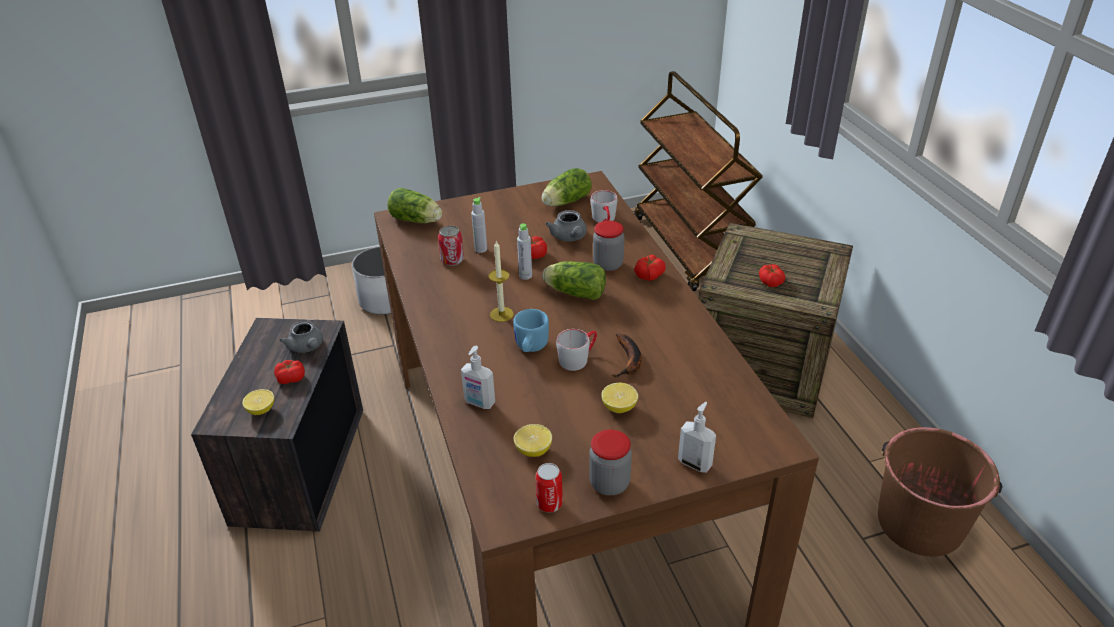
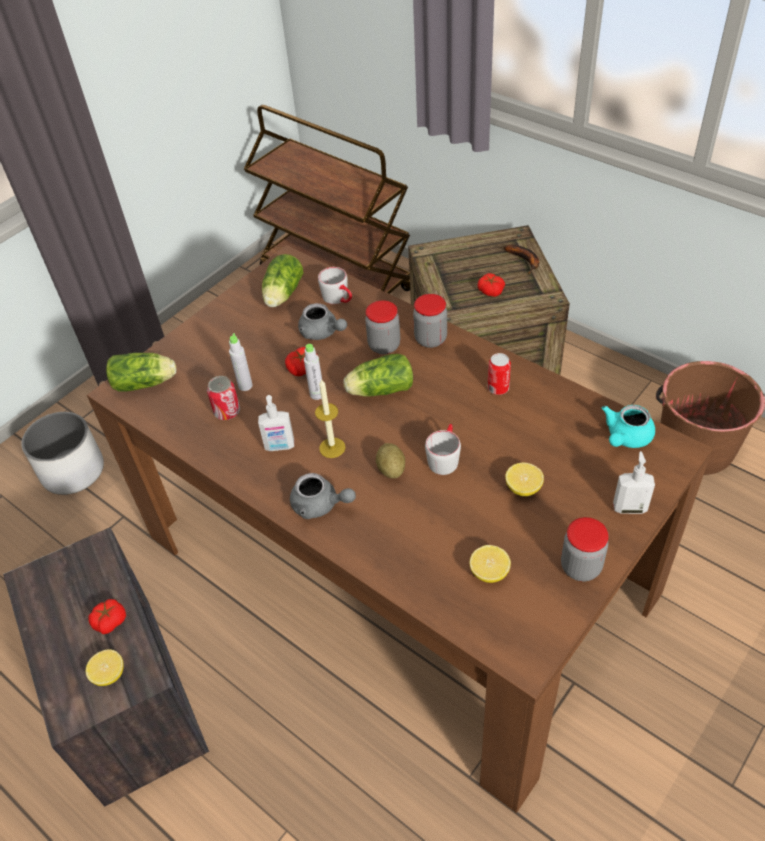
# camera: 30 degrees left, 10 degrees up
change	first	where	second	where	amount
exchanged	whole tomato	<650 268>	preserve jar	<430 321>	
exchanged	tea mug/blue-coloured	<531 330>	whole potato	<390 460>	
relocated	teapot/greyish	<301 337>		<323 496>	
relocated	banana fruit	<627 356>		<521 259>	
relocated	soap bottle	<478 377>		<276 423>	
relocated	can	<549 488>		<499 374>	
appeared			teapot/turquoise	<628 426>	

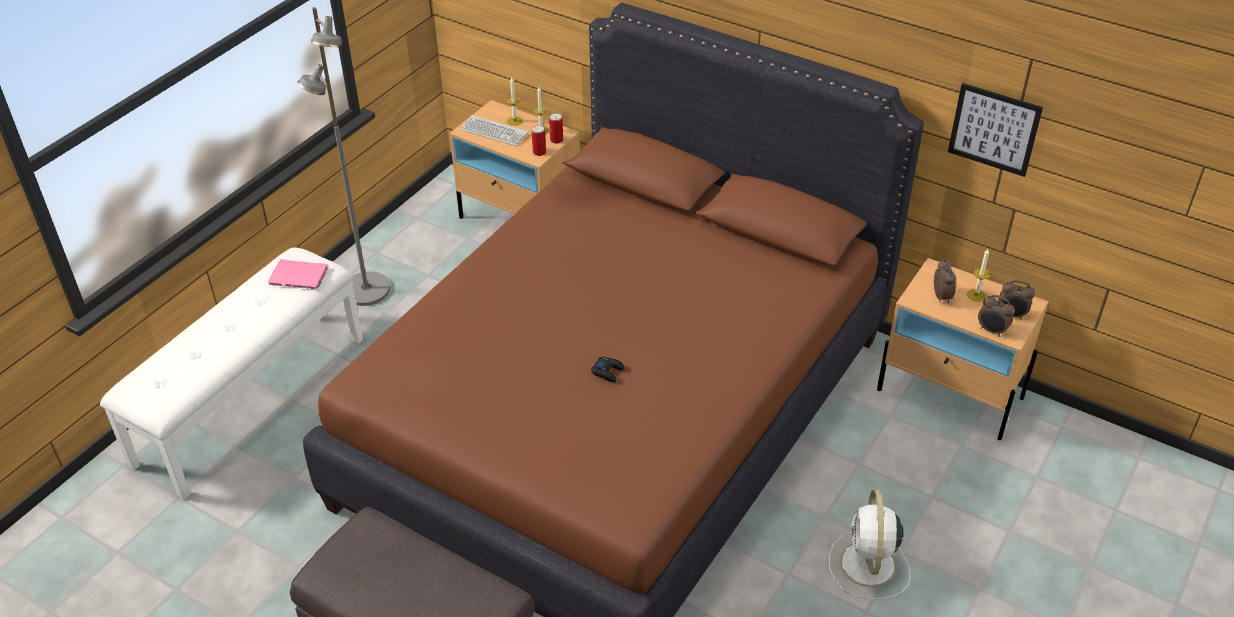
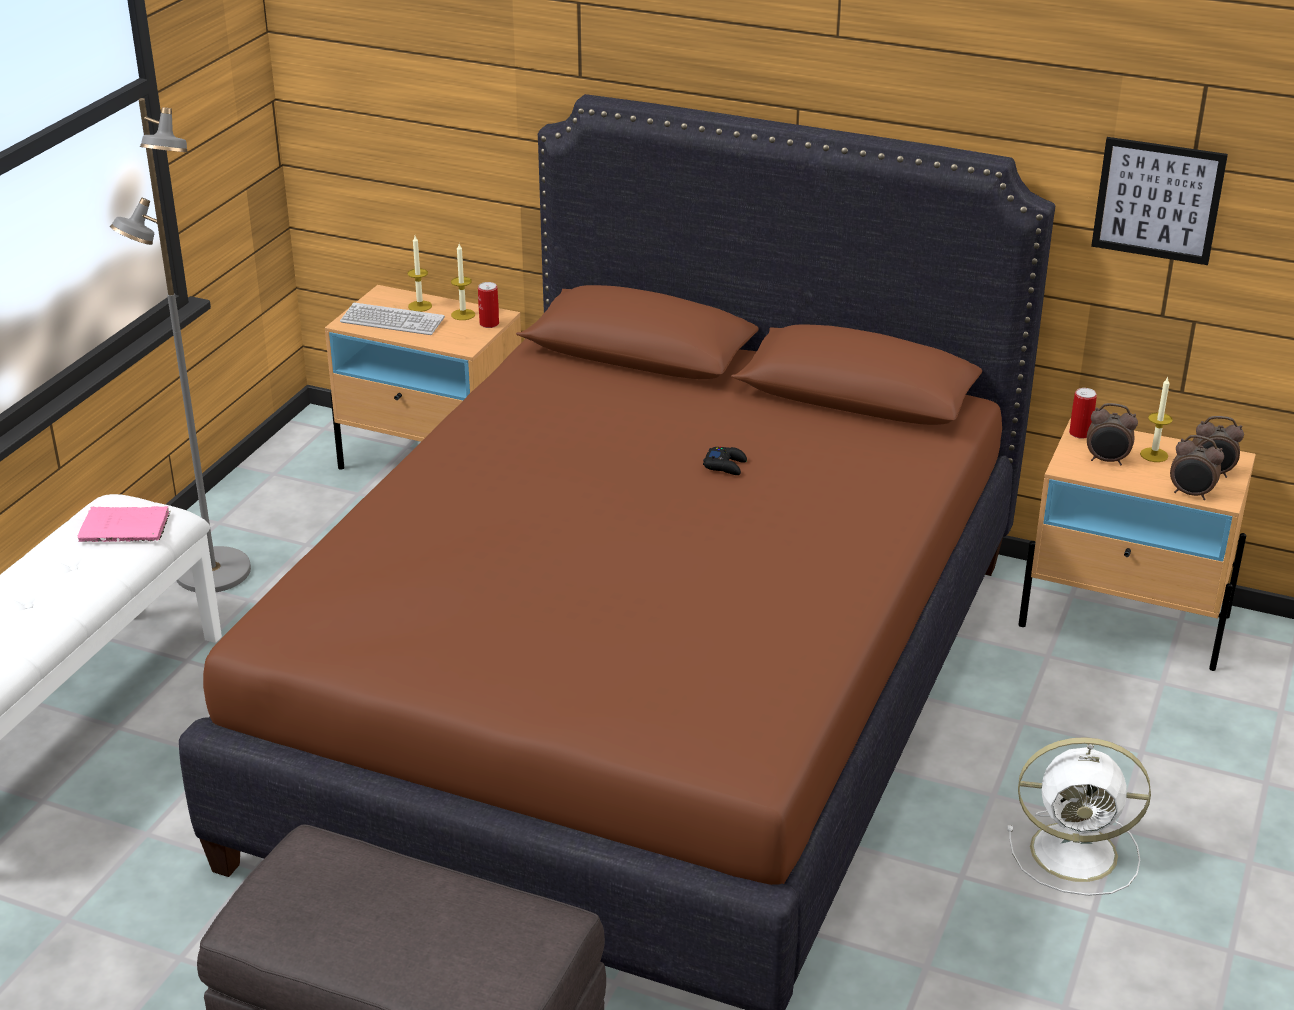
# camera: 10 degrees left, 10 degrees down
change	first	where	second	where	amount
relocated	can	<539 140>		<1083 413>	
spun	bedside clock	<945 281>		<1112 434>	120 degrees clockwise
relocated	joypad/blackish	<608 370>		<725 461>	
spun	electric fan/whitish	<870 544>		<1079 816>	75 degrees counterclockwise

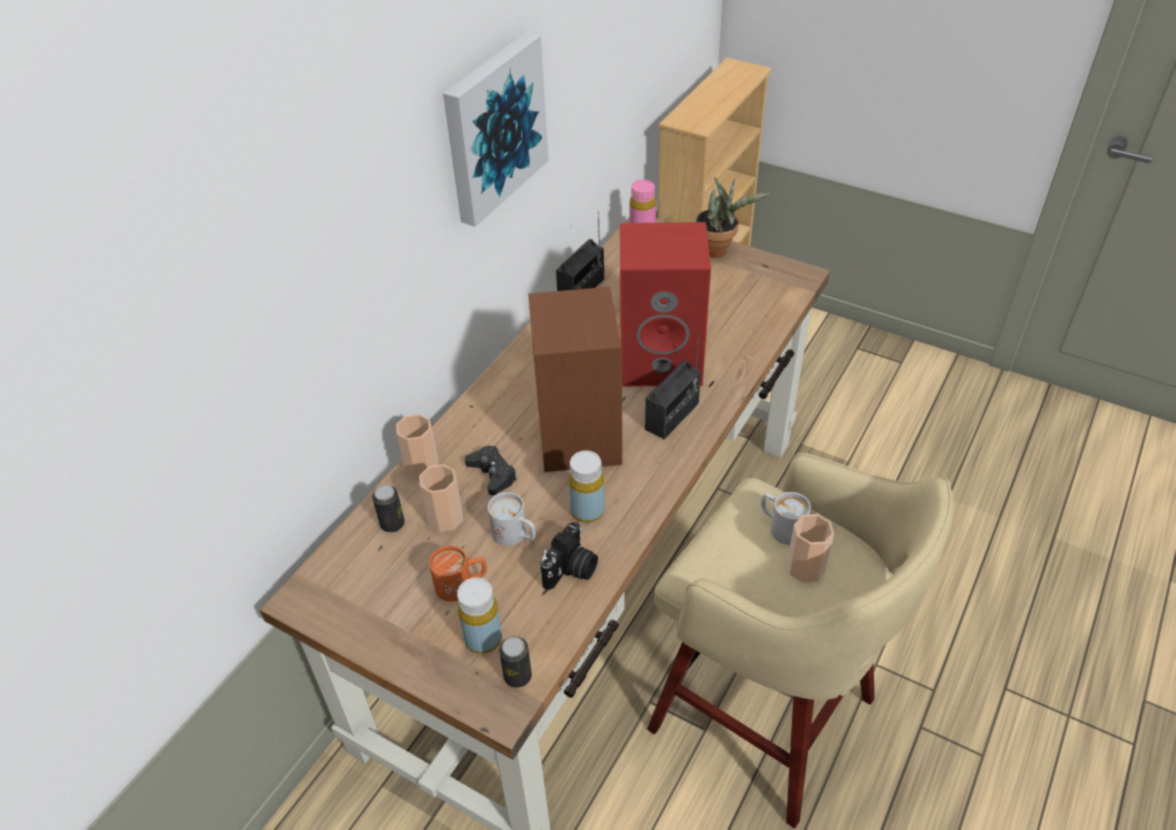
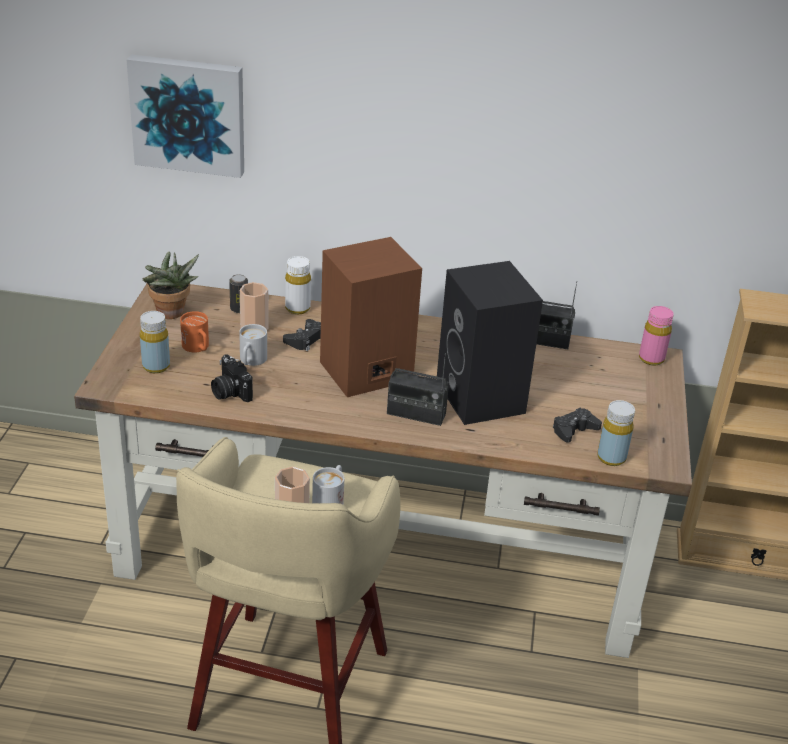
# camera: 65 degrees right, 10 degrees down
change	first	where	second	where	amount
relocated	wall picture	<496 129>		<185 116>	
relocated	potted plant	<732 218>		<170 285>	
colour	speaker/red-coloured	<665 304>	speaker/blackish	<490 343>	
exchanged	drinking cup	<417 446>	drink bottle/whitish	<298 285>	
relocated	drink bottle/yellow-coloured	<587 487>		<616 433>	
spun	photo camera	<569 556>		<232 378>	45 degrees clockwise
missing	can	<515 662>			
appeared			joypad/blackish	<577 425>	

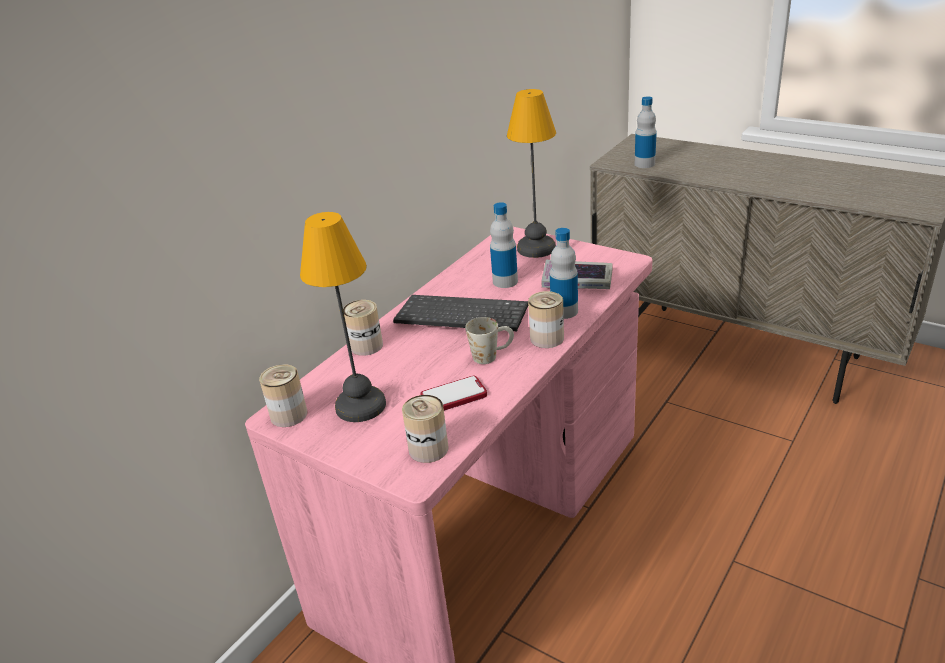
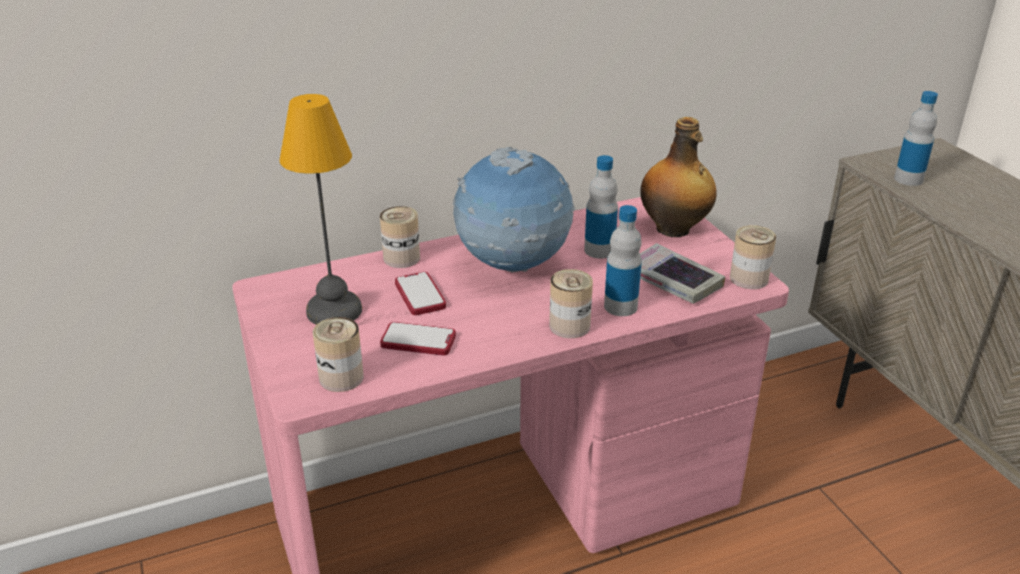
# camera: 30 degrees right, 0 degrees up
change	first	where	second	where	amount
exchanged	tabletop lamp	<531 173>	drink bottle	<678 177>	
exchanged	PC keyboard	<460 313>	globe	<514 210>	
missing	tea mug/whitish	<489 340>			
relocated	can	<283 395>		<753 257>	
appeared			handset	<420 293>	

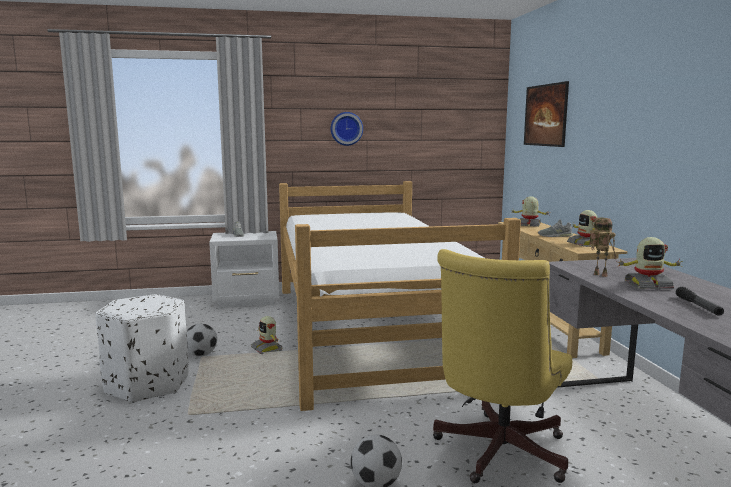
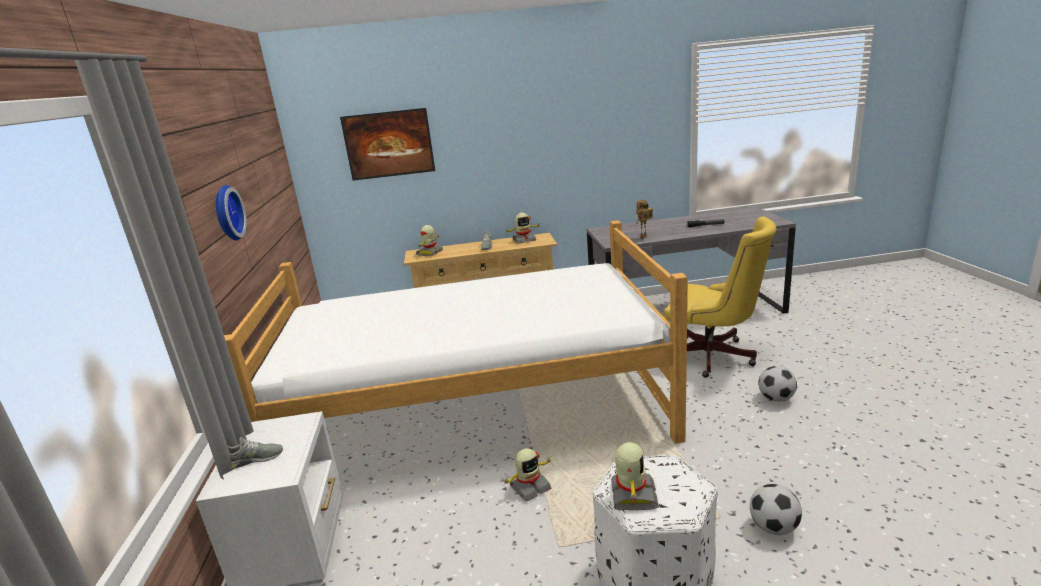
# camera: 85 degrees left, 10 degrees up
change	first	where	second	where	amount
relocated	model robot	<650 263>		<635 476>	
relocated	football ball	<202 340>		<776 509>	

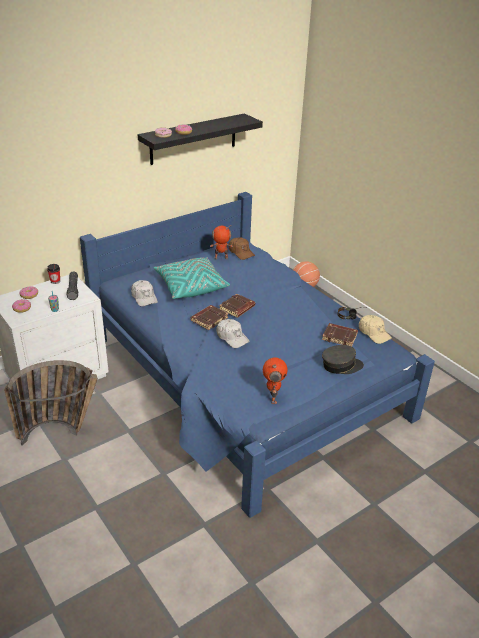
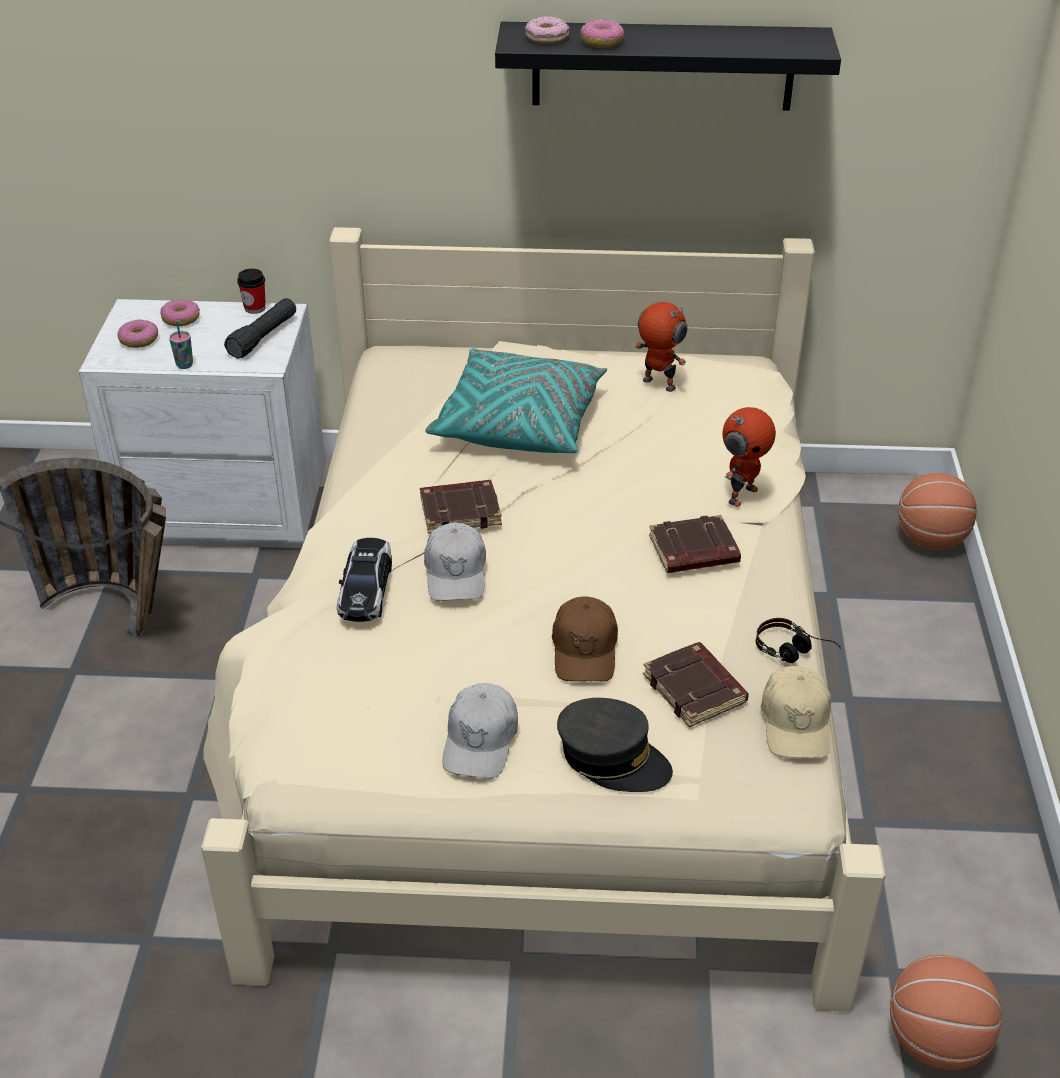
# camera: 40 degrees right, 5 degrees up
change	first	where	second	where	amount
colour	bed/blue-coloured	<257 355>	bed/beige-coloured	<543 619>	
relocated	baseball cap/brown-coloured	<242 248>		<585 639>	
relocated	baseball cap/whitish	<144 293>		<480 731>	
relocated	book/brown-coloured	<237 306>		<695 544>	
relocated	model robot	<275 380>		<749 457>	
appeared			toy car	<364 580>	
appeared			basketball	<946 1012>	

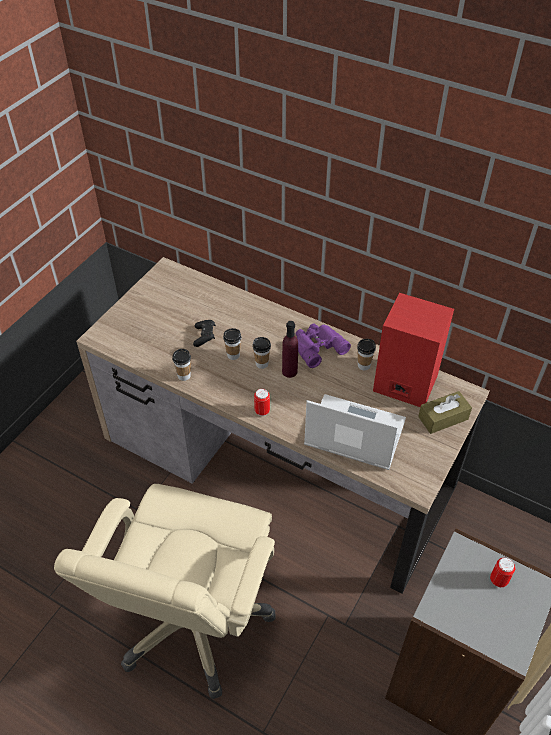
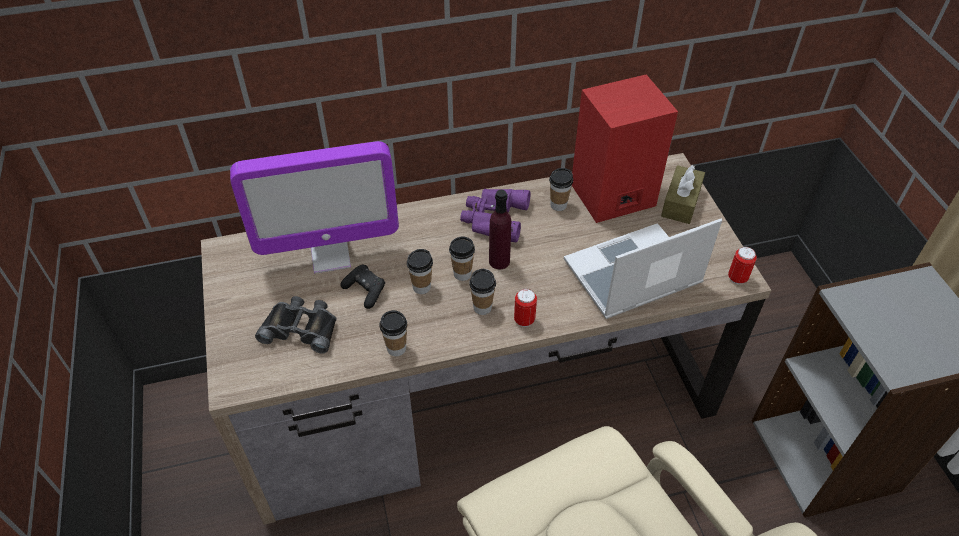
# camera: 45 degrees left, 0 degrees up
change	first	where	second	where	amount
relocated	can	<502 572>		<742 265>	
appeared			computer screen	<314 207>	
appeared			drinking cup	<482 292>	
appeared			binoculars/blackish	<296 325>	

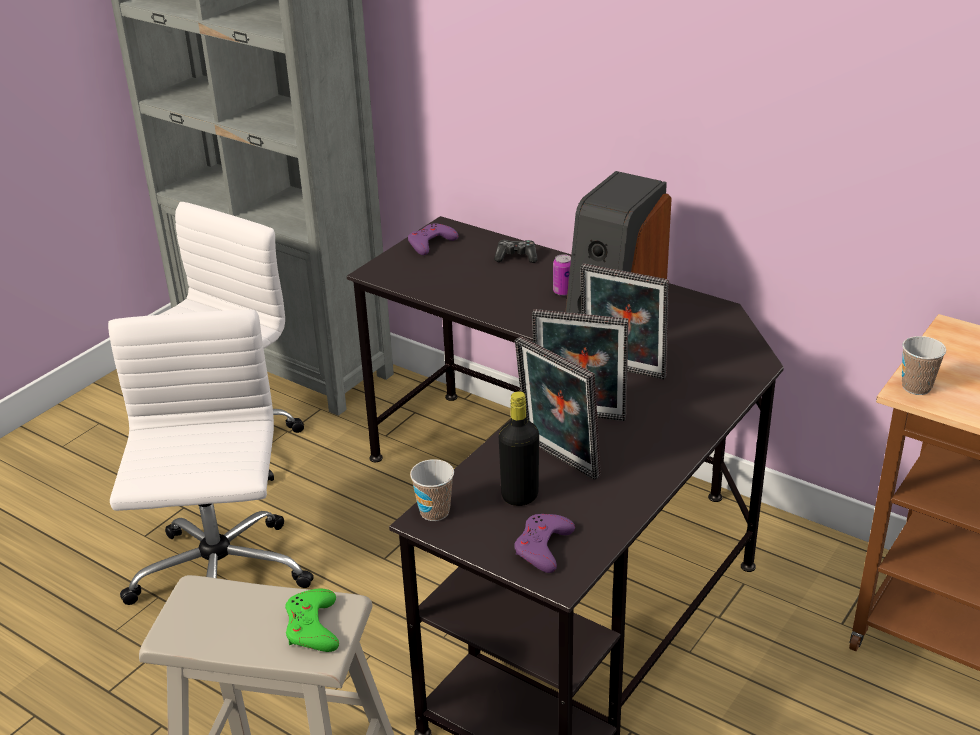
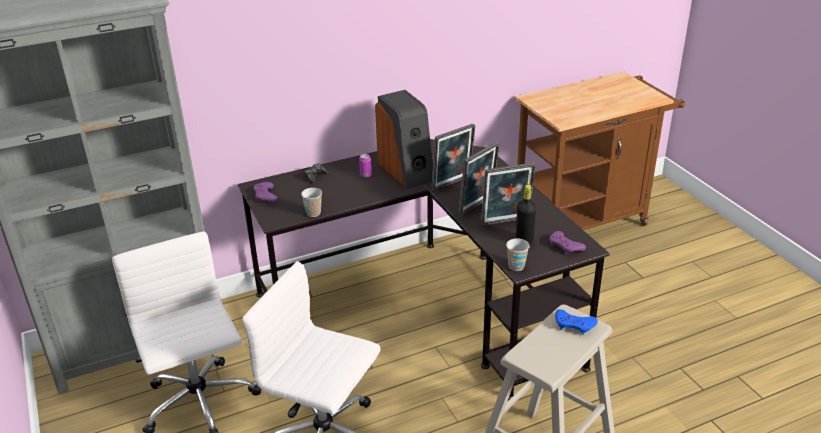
# camera: 60 degrees left, 0 degrees up
change	first	where	second	where	amount
relocated	drinking cup	<924 365>		<311 202>	
colour	joypad/green-coloured	<312 620>	joypad/blue-coloured	<576 322>	

